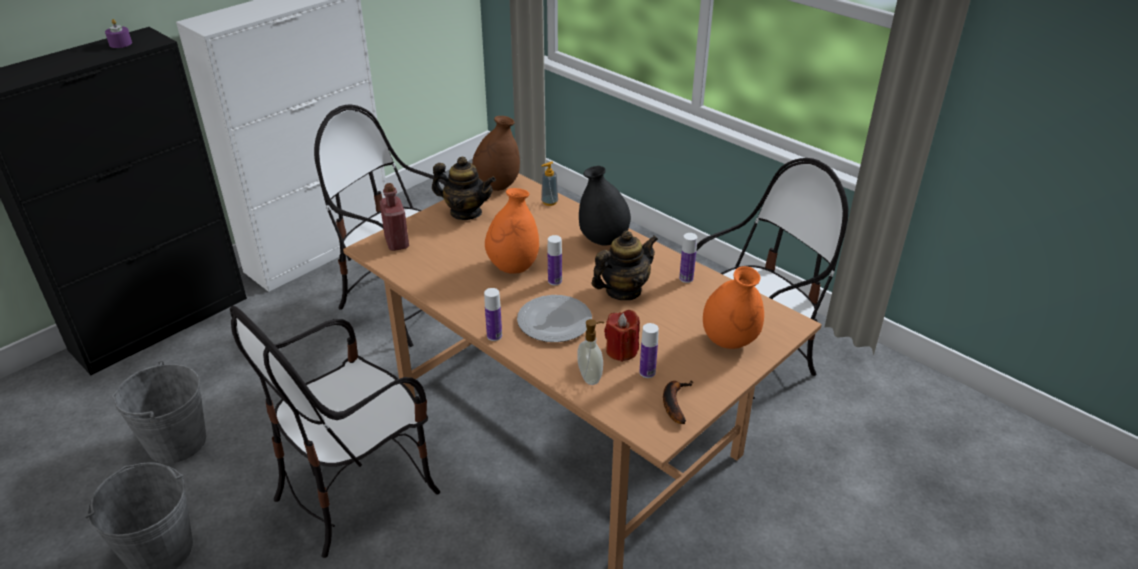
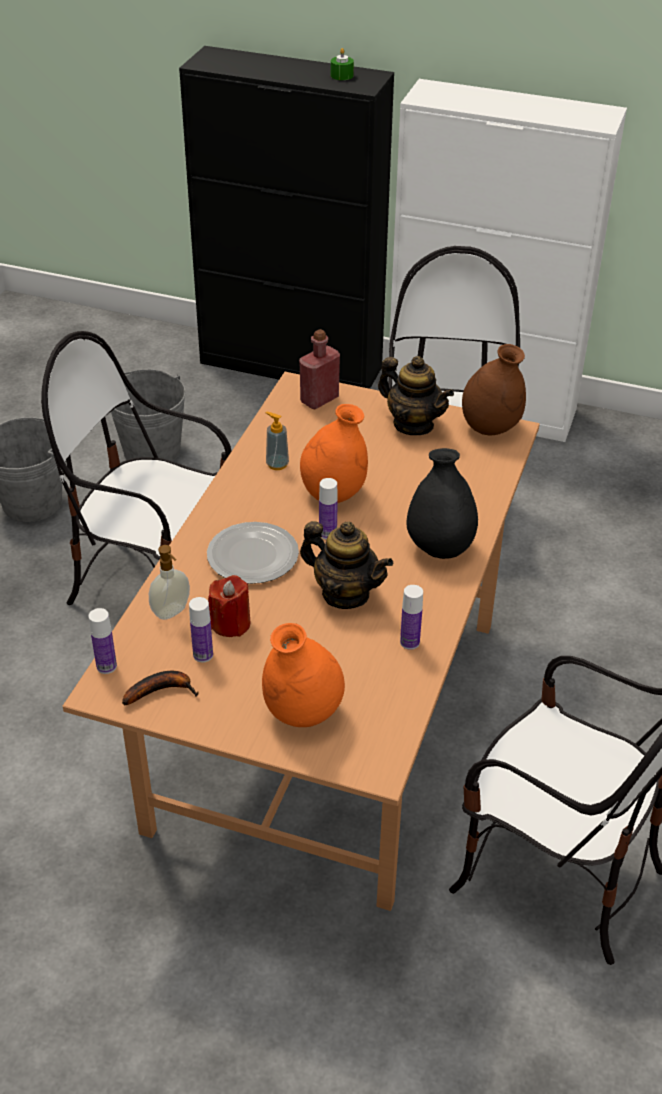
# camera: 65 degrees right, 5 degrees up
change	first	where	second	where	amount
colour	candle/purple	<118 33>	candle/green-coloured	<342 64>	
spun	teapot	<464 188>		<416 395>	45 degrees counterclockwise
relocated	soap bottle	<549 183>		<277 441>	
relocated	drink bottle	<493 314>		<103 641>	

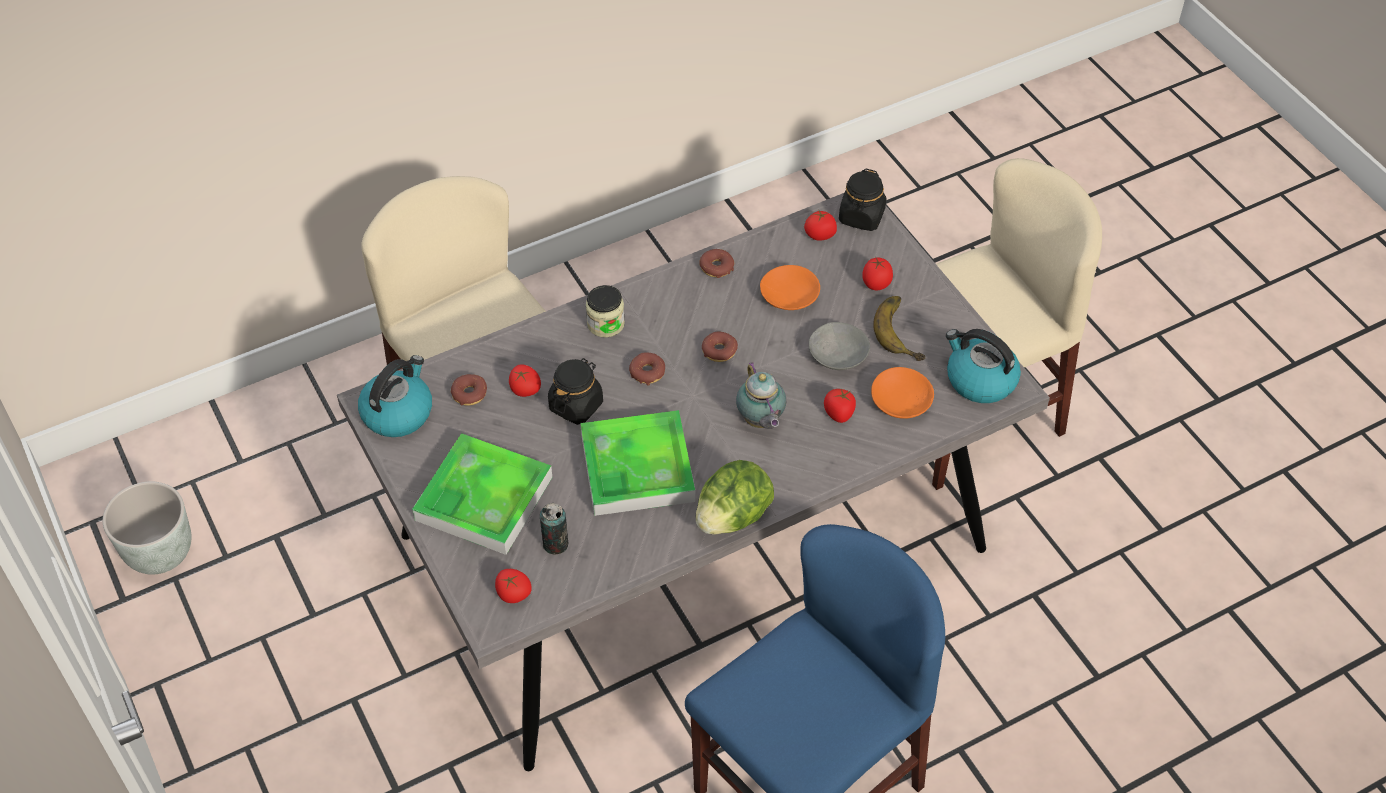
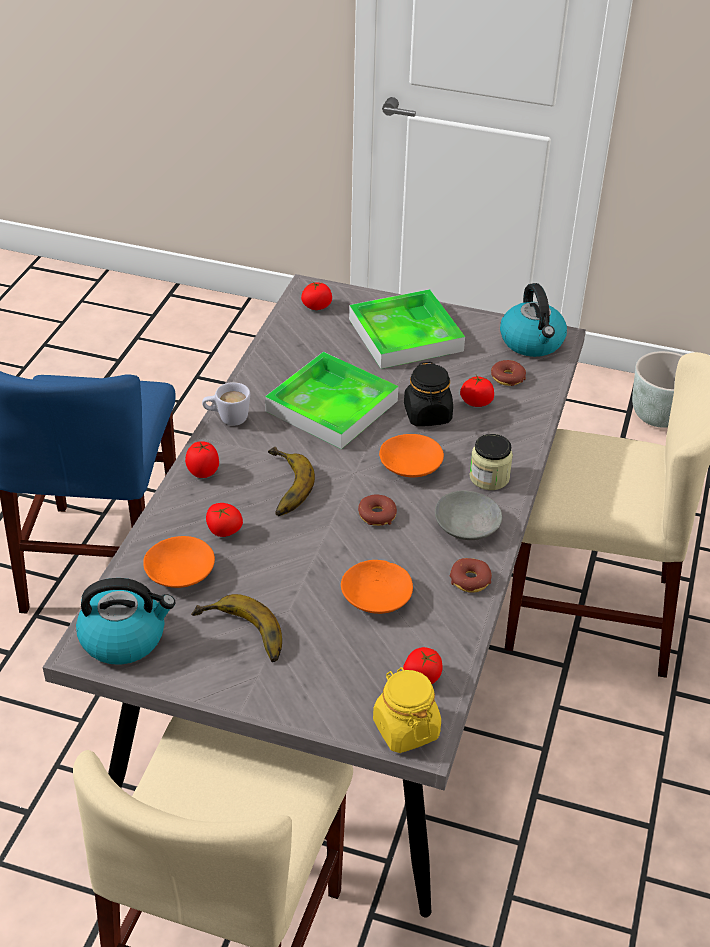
# camera: 135 degrees right, 10 degrees down
change	first	where	second	where	amount
colour	preserve jar/blackish	<862 200>	preserve jar/yellow-coloured	<407 710>	
relocated	whole tomato	<877 274>		<202 459>	
relocated	bowl/greyish	<839 346>		<468 515>	
exchanged	doughnut	<647 368>	bowl/orange-coloured	<411 455>	
exchanged	teapot	<761 395>	banana fruit	<291 481>	
exchanged	lettuce	<735 497>	tea mug/whitish	<226 404>	
missing	can	<554 528>			

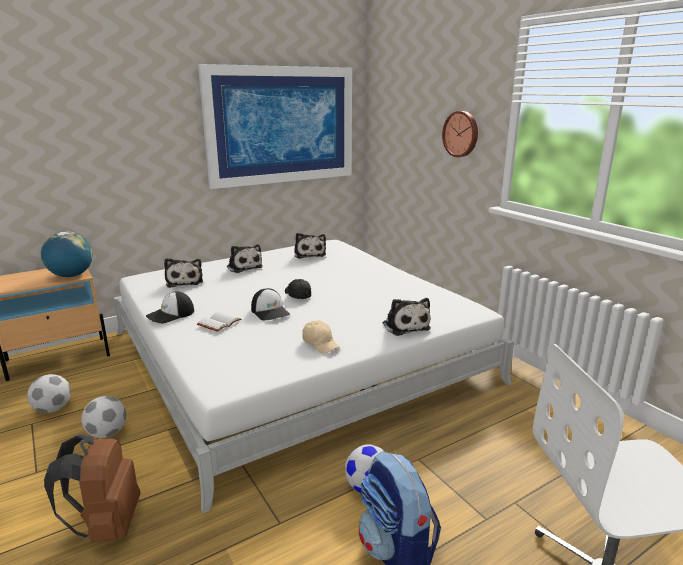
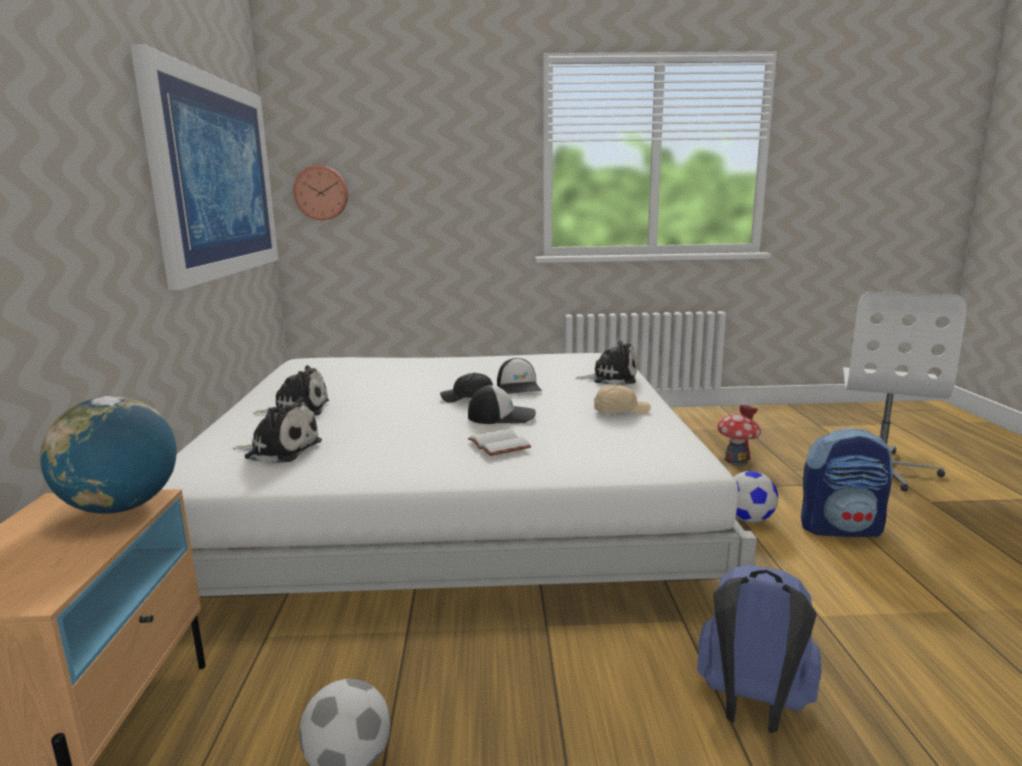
# camera: 60 degrees left, 5 degrees down
change	first	where	second	where	amount
relocated	wall clock	<460 134>		<321 192>	
missing	plush toy	<310 246>			
relocated	baseball cap	<170 307>		<519 376>	
missing	football ball	<103 417>			
colour	backpack/brown-coloured	<92 488>	backpack/blue-coloured	<759 649>	
appeared			toy house	<739 435>	

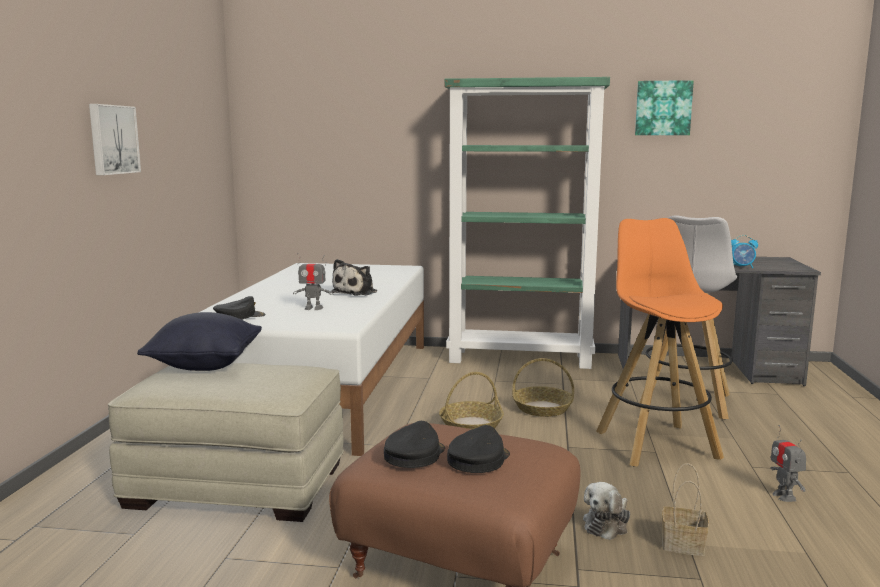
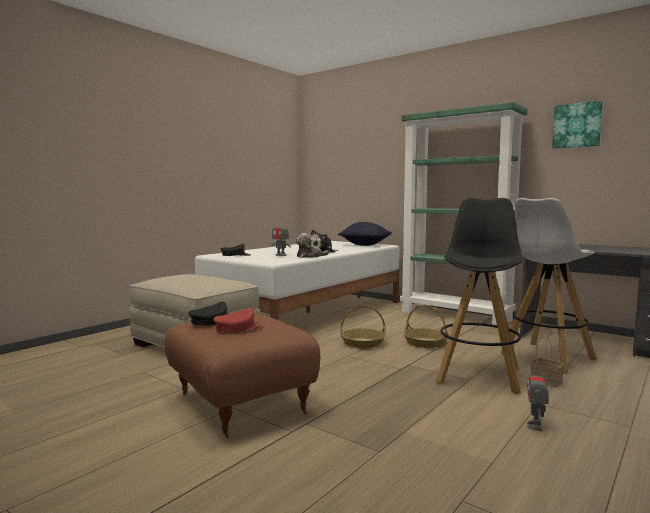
# camera: 30 degrees right, 5 degrees down
change	first	where	second	where	amount
missing	wall picture	<115 139>			
colour	sitting stool/orange-coloured	<660 342>	sitting stool/blackish	<479 296>	
missing	bedside clock	<744 252>			
relocated	pillow/blackish	<199 341>		<365 234>	
colour	baseball cap/blackish	<478 449>	baseball cap/red-coloured	<238 320>	
relocated	household basket	<685 509>		<548 359>	
relocated	plush toy	<606 511>		<312 245>	

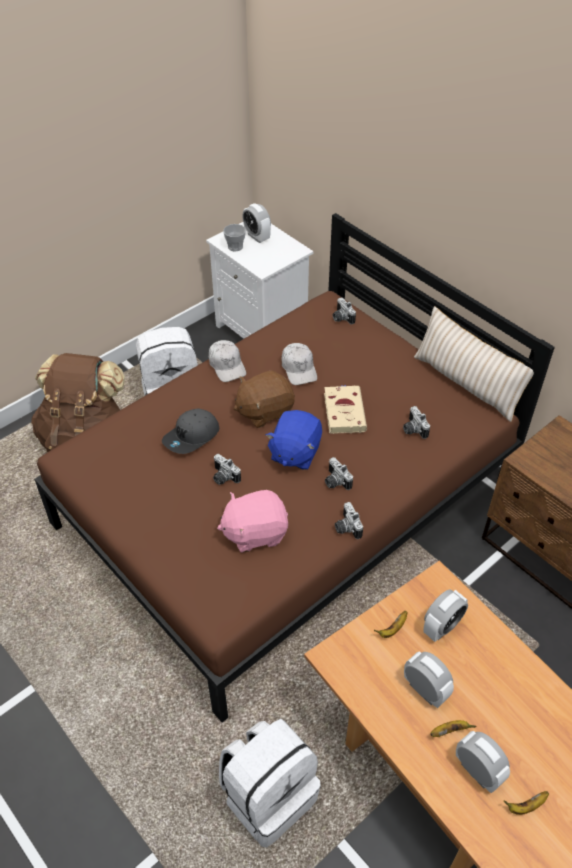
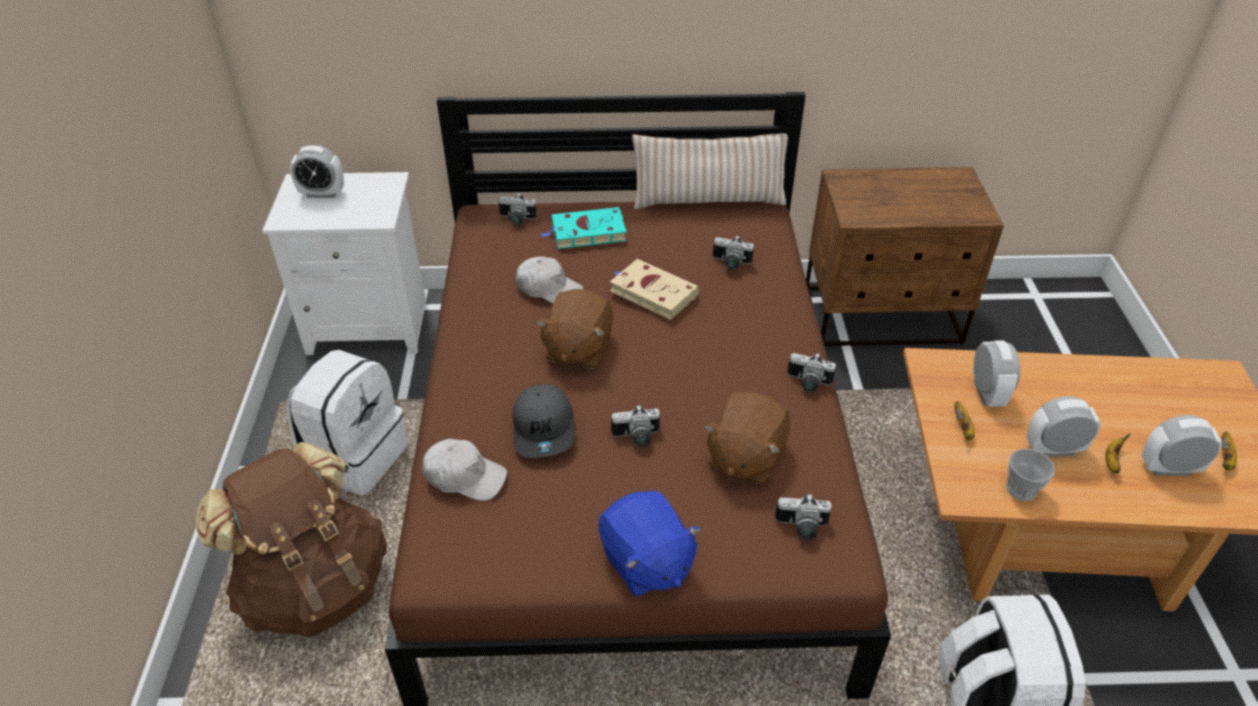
# camera: 50 degrees left, 5 degrees down
change	first	where	second	where	amount
relocated	drinking cup	<234 237>		<1030 475>	
relocated	baseball cap/whitish	<227 361>		<464 470>	
relocated	plush toy/blue-coloured	<294 440>		<650 544>	
relocated	photo camera	<339 473>		<803 517>	
colour	plush toy/pink	<252 521>	plush toy/brown-coloured	<747 438>	
appeared			book/turquoise	<584 228>	

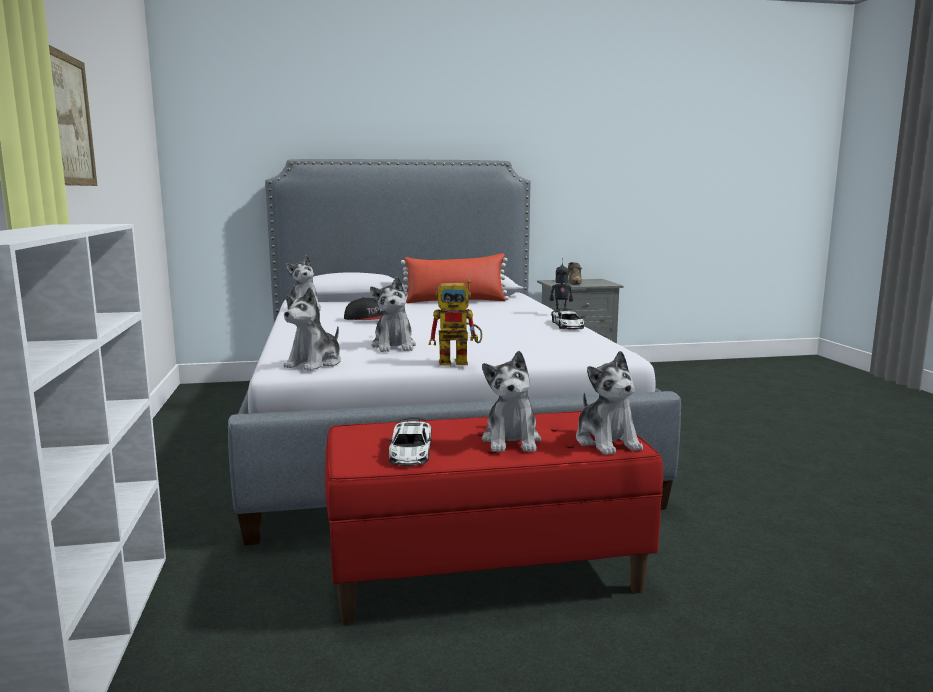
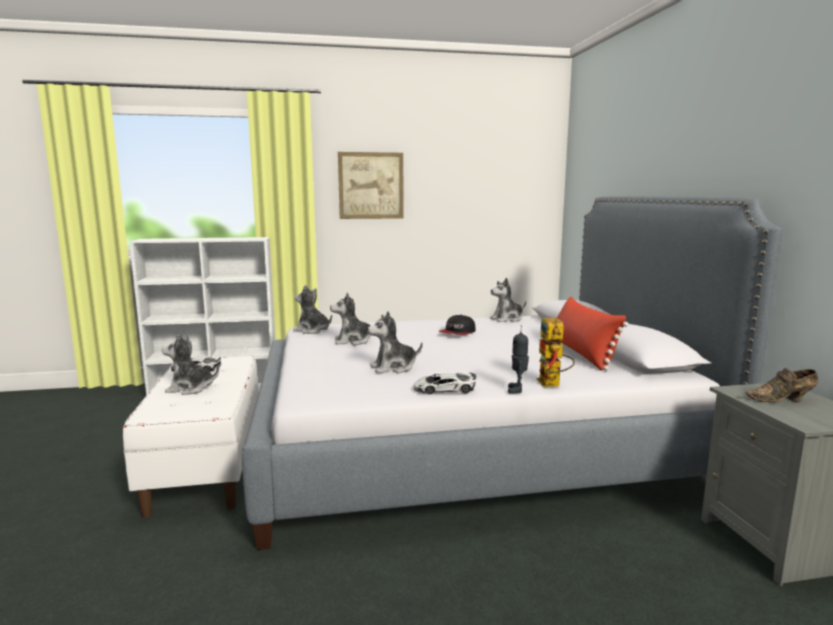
# camera: 90 degrees right, 0 degrees up
change	first	where	second	where	amount
relocated	model robot	<455 323>		<556 352>	
relocated	plush toy	<609 403>		<395 342>	
colour	indoor bench/red-coloured	<494 517>	indoor bench/whitish	<191 437>	

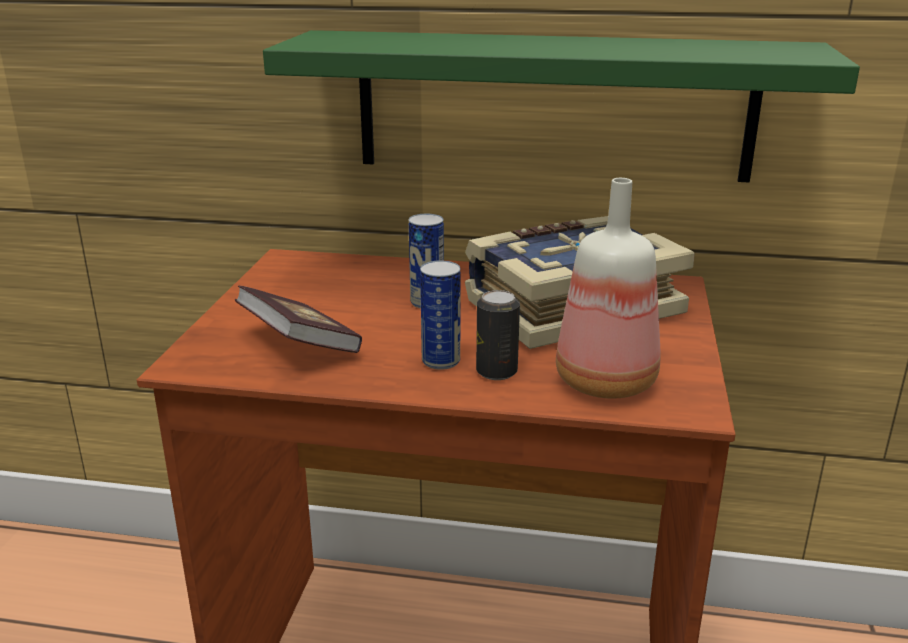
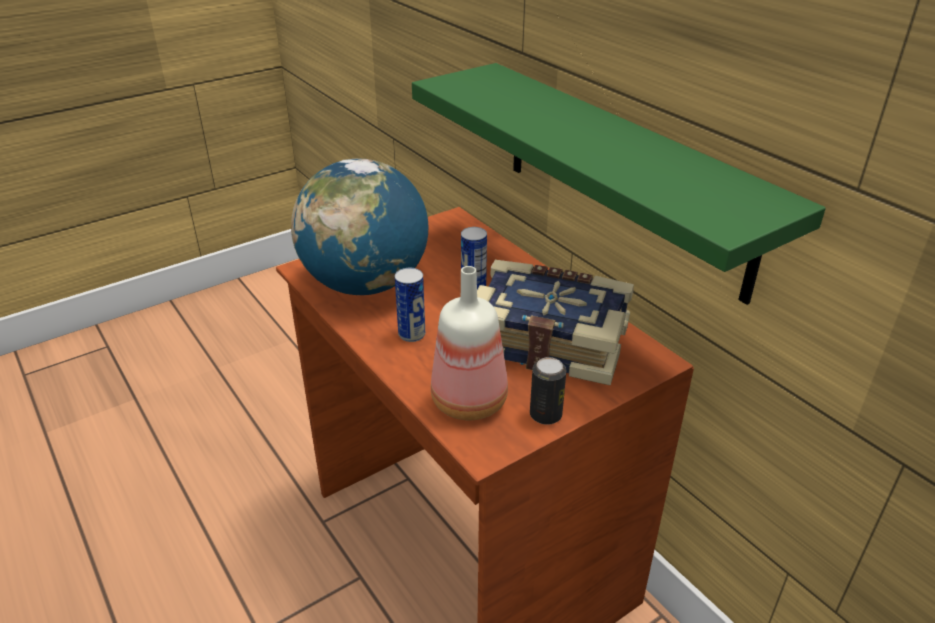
# camera: 45 degrees right, 10 degrees up
change	first	where	second	where	amount
exchanged	book	<298 319>	globe	<359 227>	
relocated	can	<498 335>		<548 391>	

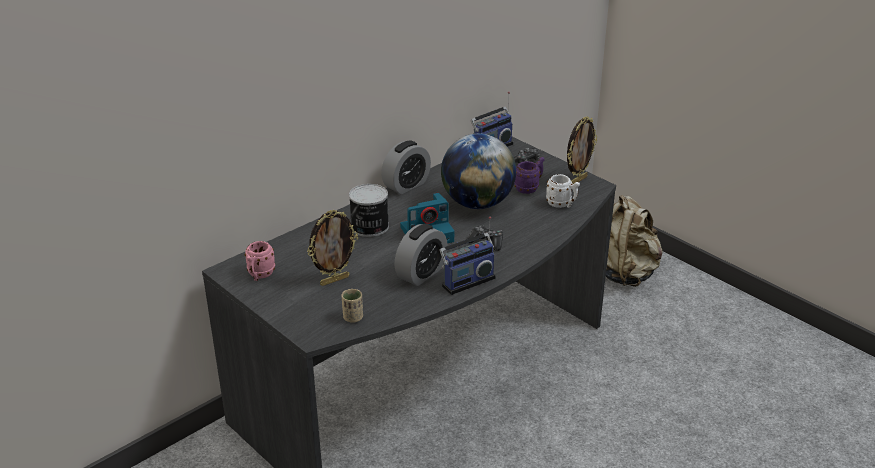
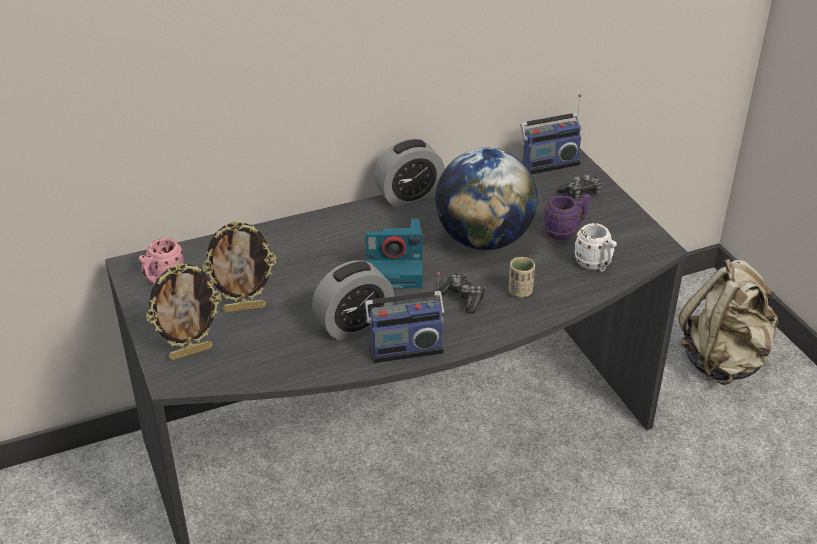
# camera: 20 degrees right, 5 degrees up
change	first	where	second	where	amount
relocated	standing frame	<582 150>		<184 311>	
missing	can	<369 210>			
relocated	drinking cup/beige-coloured	<352 306>		<522 277>	

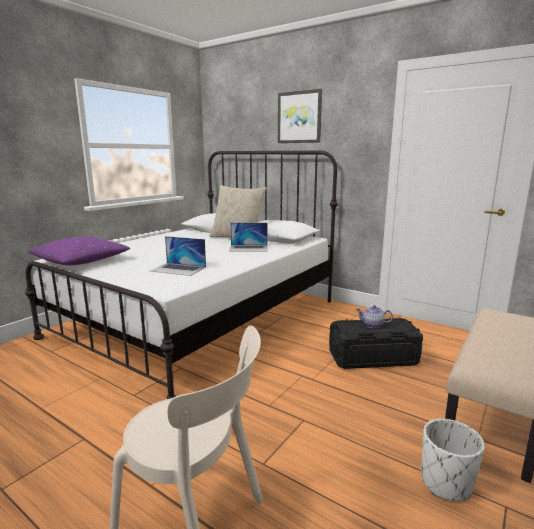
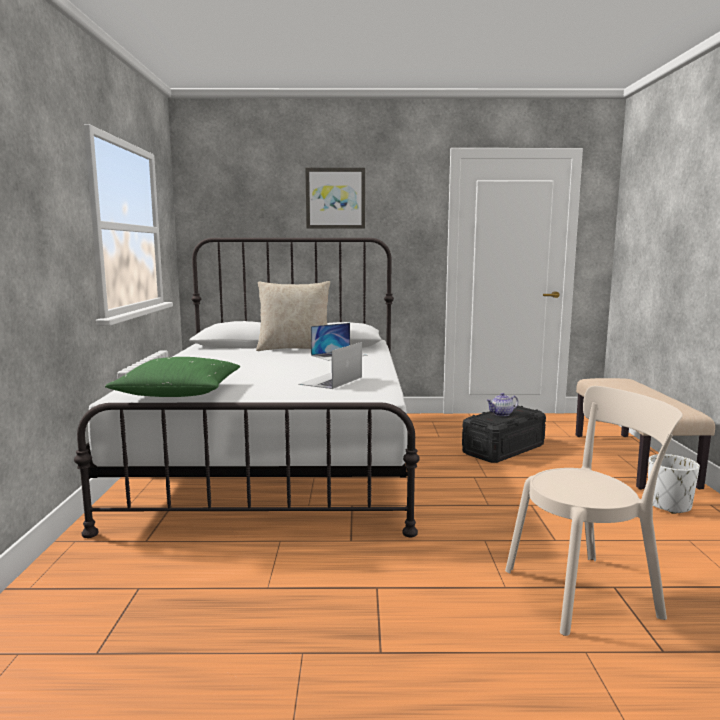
# camera: 35 degrees left, 5 degrees down
change	first	where	second	where	amount
colour	pillow/purple	<78 250>	pillow/green-coloured	<172 377>	
spun	laptop	<178 256>		<330 365>	135 degrees clockwise

